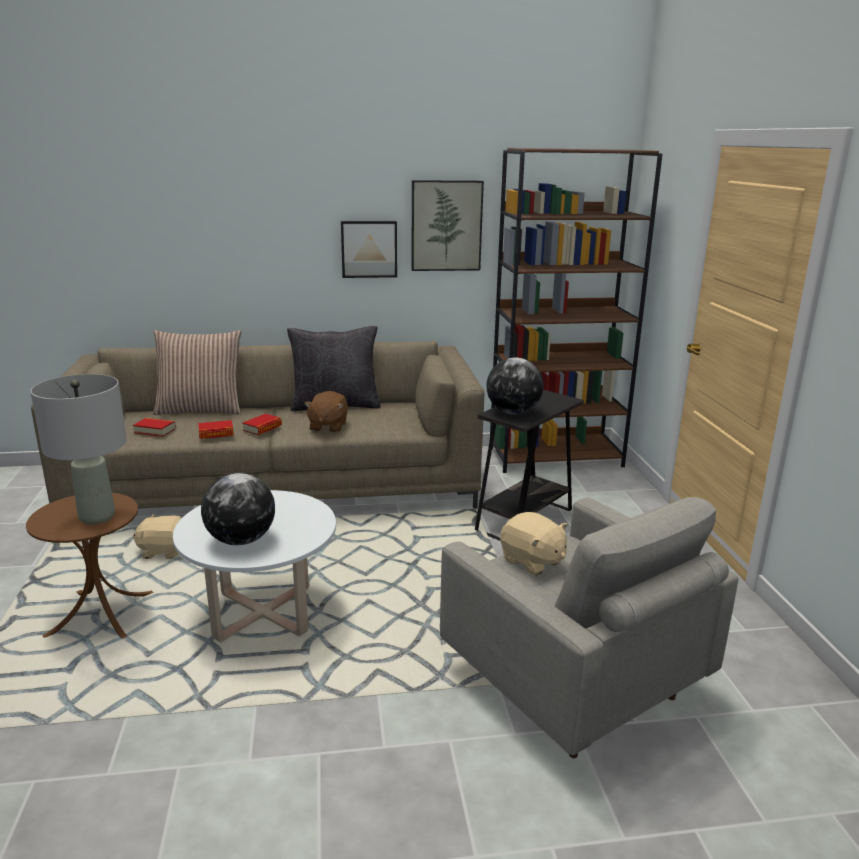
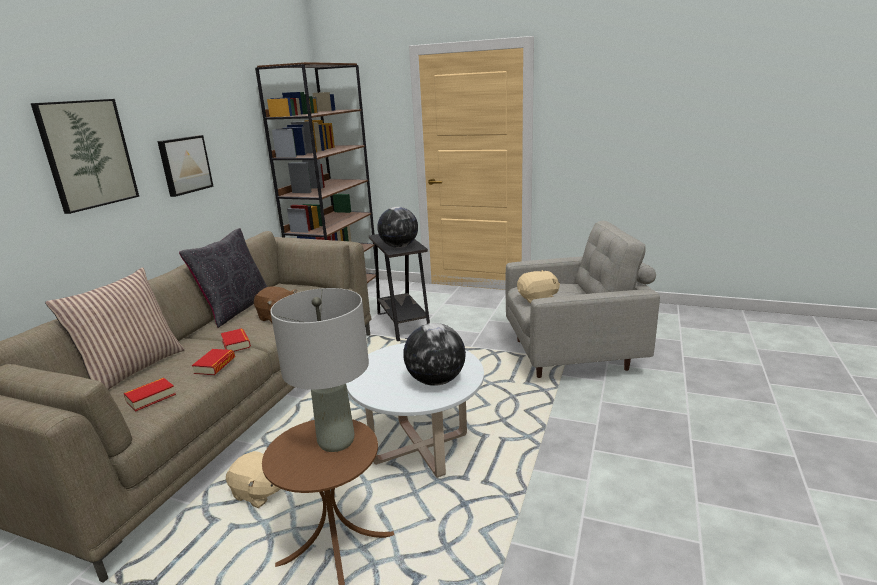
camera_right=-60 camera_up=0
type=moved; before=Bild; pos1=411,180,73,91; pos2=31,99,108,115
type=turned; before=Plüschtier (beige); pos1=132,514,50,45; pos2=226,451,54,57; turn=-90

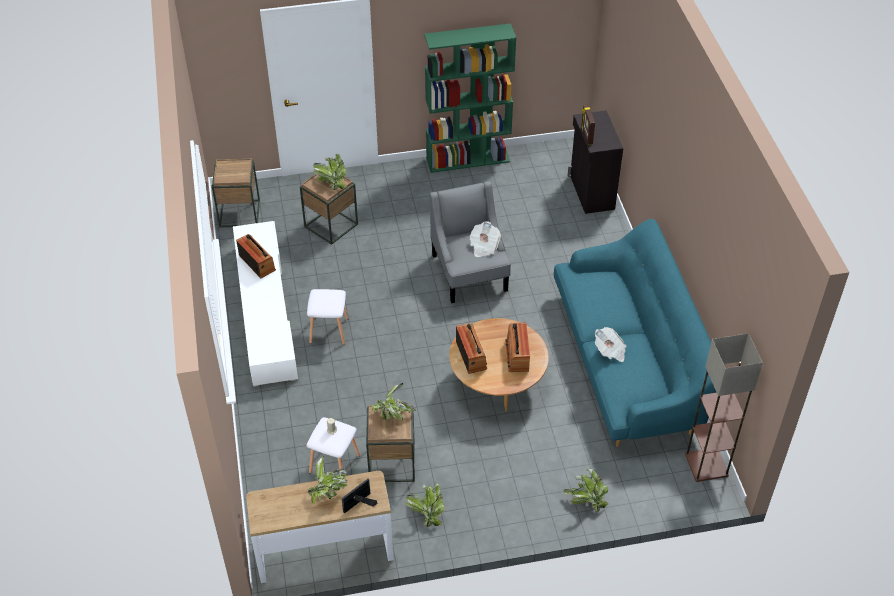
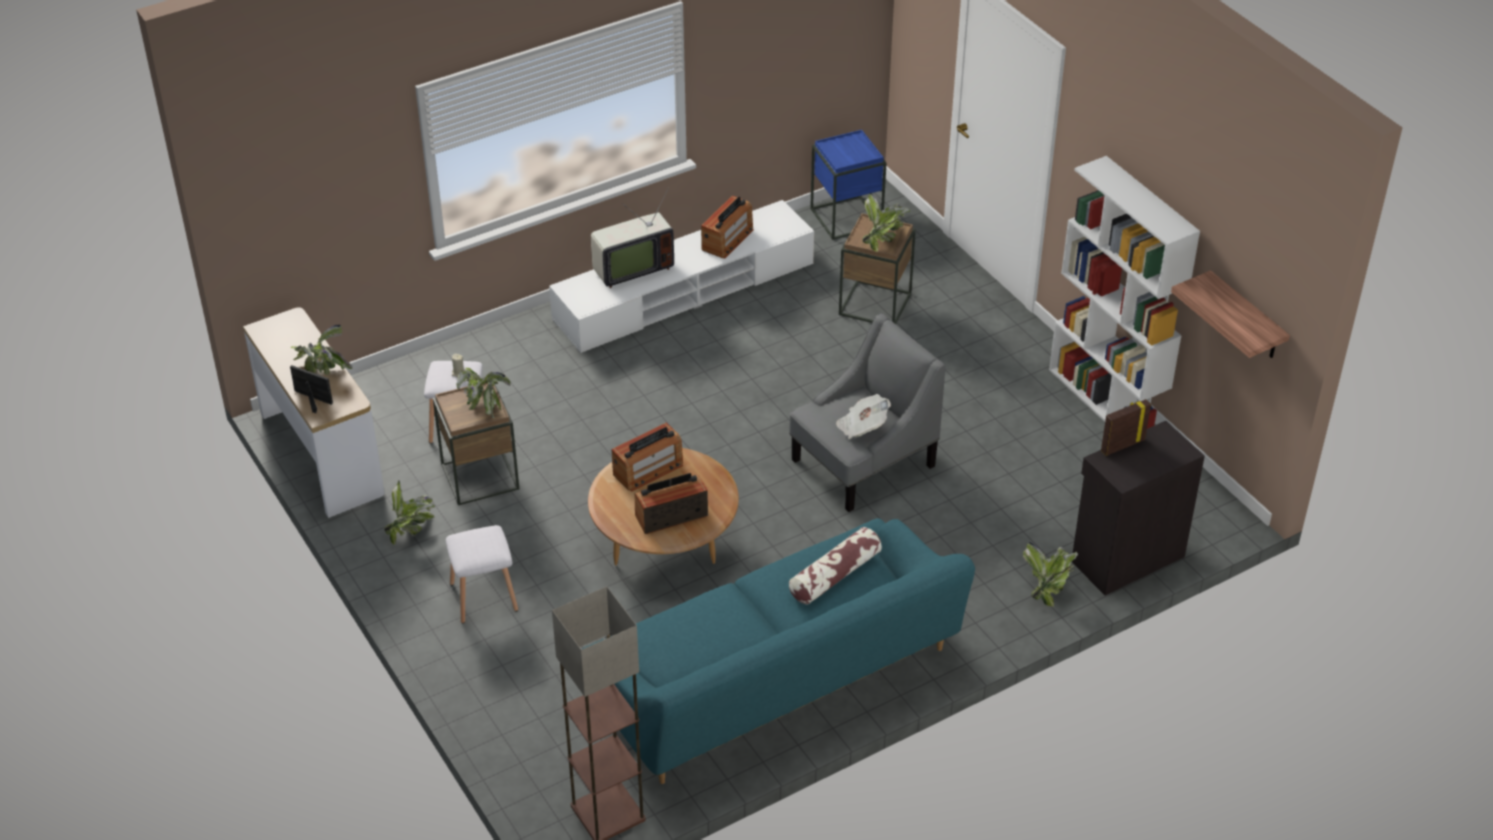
camera_right=70 camera_up=-5
type=removed; before=Zeitung; pos1=595,327,32,35
type=added; after=Fernseher; pos2=591,189,83,99
type=added; after=Kissen; pos2=789,527,93,77
type=added; after=Wandregal; pos2=1171,270,119,88
type=moved; before=Hocker (weiß); pos1=307,289,42,56; pos2=446,525,72,99
type=moved; before=Topfpflanze; pos1=563,469,45,44; pos2=1023,542,55,65
type=recoloured; before=Beistelltisch (braun); after=Beistelltisch (blau); pos1=212,158,48,69; pos2=810,130,76,110
type=recoloured; before=Bücherregal (grün); after=Bücherregal (weiß); pos1=424,23,92,150; pos2=1049,156,151,273

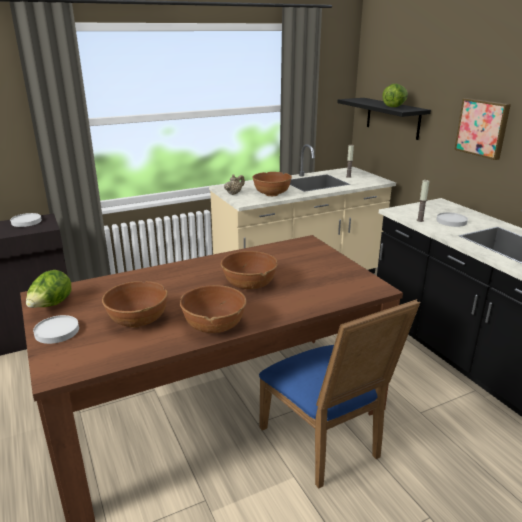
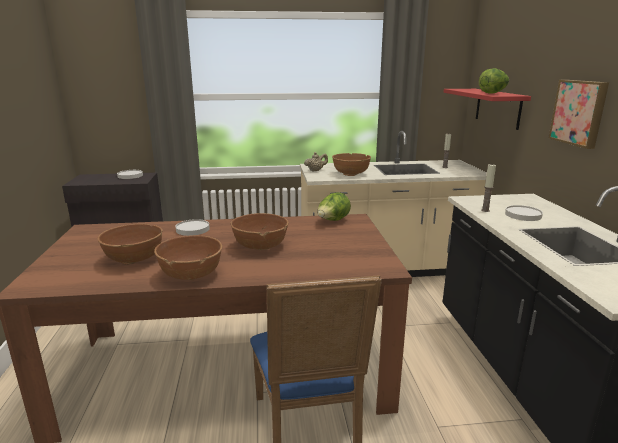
camera_right=20 camera_up=-5
type=moved; before=Salatkopf; pos1=26,270,45,38; pos2=318,192,33,29
type=moved; before=Teller (weiß); pos1=33,315,46,29; pos2=176,219,34,17
type=recoloured; before=Wandregal (schwarz); after=Wandregal (rot); pos1=337,98,94,42; pos2=443,89,88,41

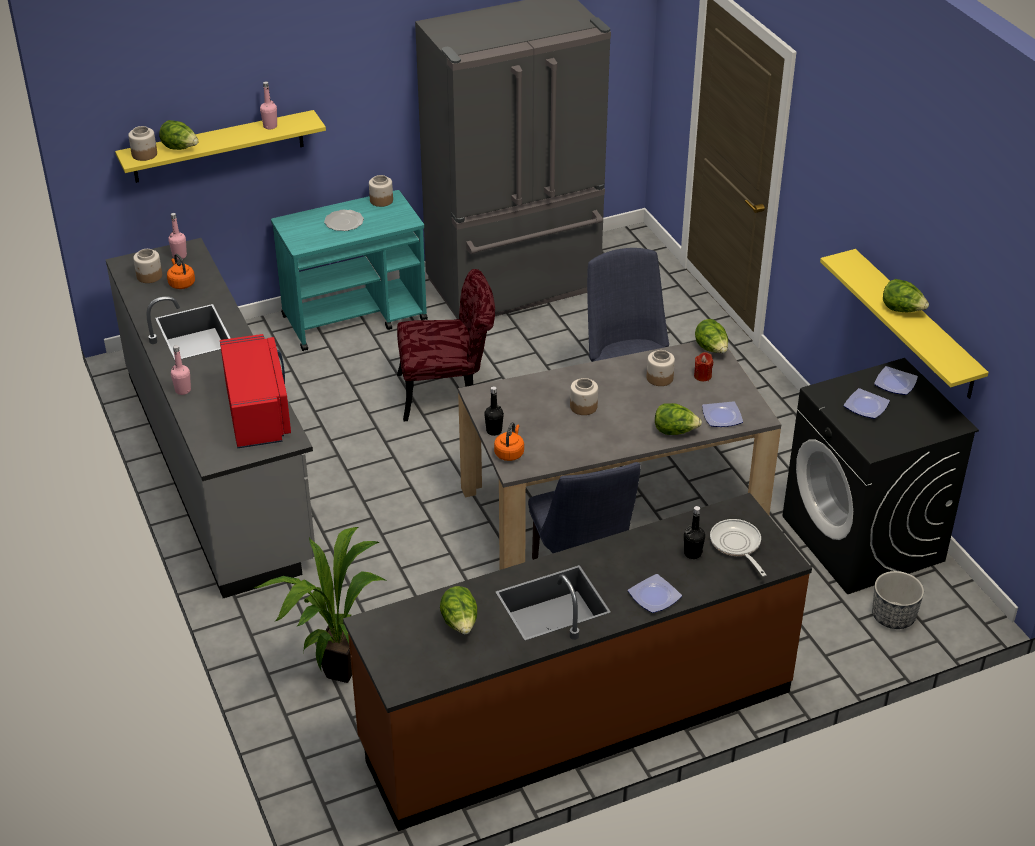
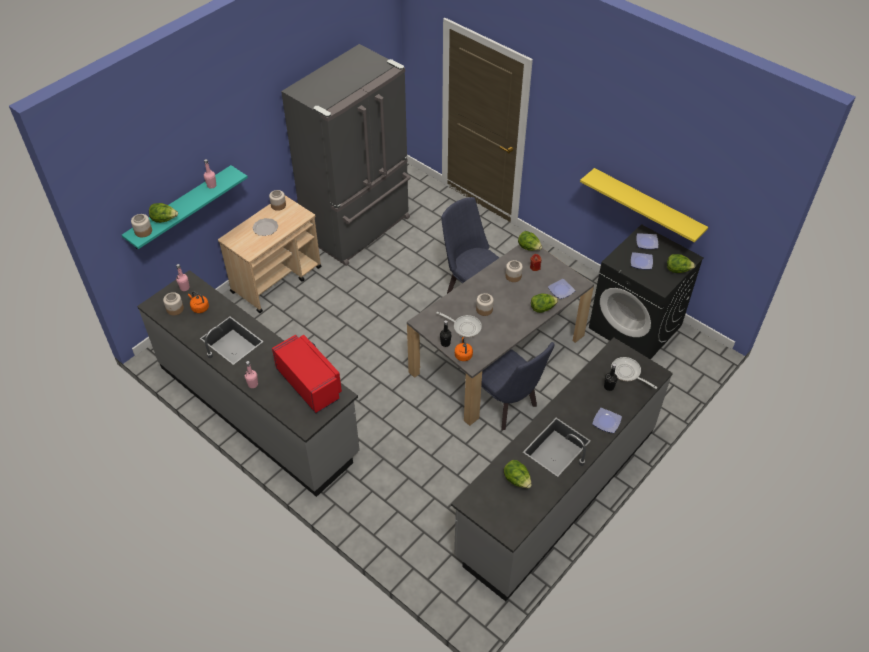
camera_right=-25 camera_up=10
type=removed; before=Topfpflanze; pos1=254,527,132,156
type=removed; before=Stuhl (rot); pos1=397,269,98,152
type=removed; before=Pflanzkübel; pos1=872,571,52,58
type=added; after=Pfanne; pos2=437,312,45,25
type=moved; before=Salatkopf; pos1=883,279,46,33; pos2=667,254,28,19
type=recoloured; before=Wandregal (gelb); after=Wandregal (türkis); pos1=115,110,211,73; pos2=122,165,126,84
type=recoloured; before=Rollwagen (türkis); after=Rollwagen (beige); pos1=271,190,157,161; pos2=218,195,104,118
type=recoloured; before=Küchenzeile (braun); after=Küchenzeile (grau); pos1=343,493,469,338; pos2=451,337,222,264

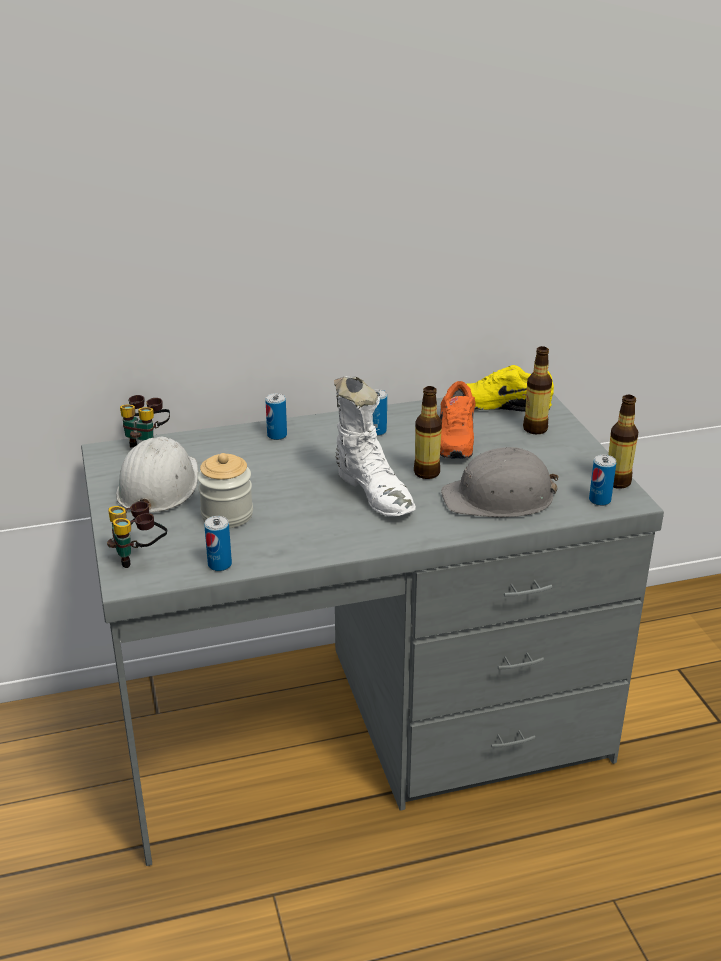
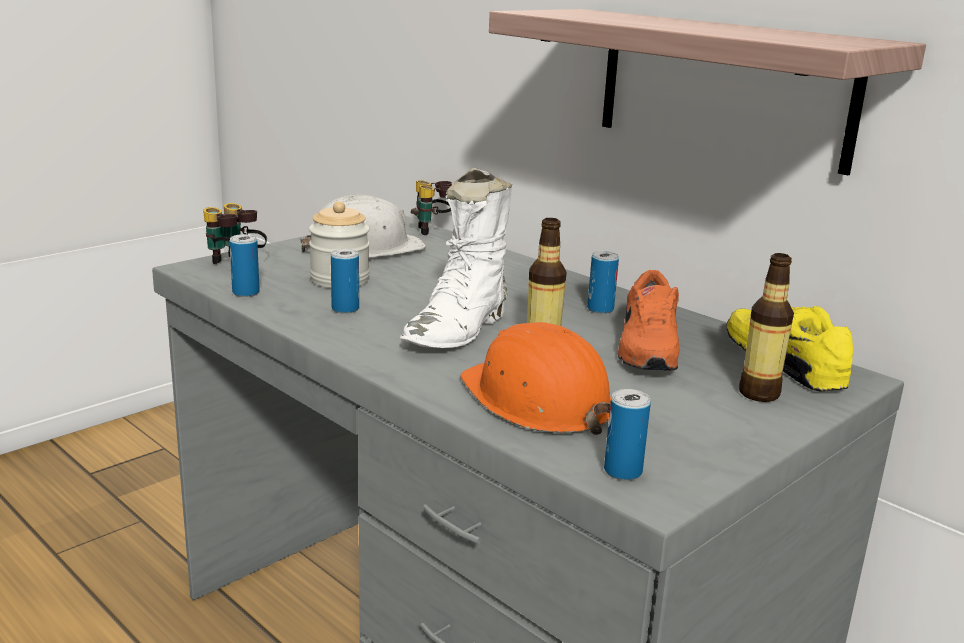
camera_right=60 camera_up=-10
type=removed; before=Flasche; pos1=608,395,31,94
type=added; after=Wandregal; pos2=489,9,437,166
type=moved; before=Dose; pos1=265,393,22,47; pos2=331,249,28,65
type=recoloured; before=Schutzhelm (grau); after=Schutzhelm (orange); pos1=441,447,117,71; pos2=460,322,151,113
type=turned; before=Schuh (orange); pos1=440,381,36,77; pos2=618,270,61,100; turn=-60

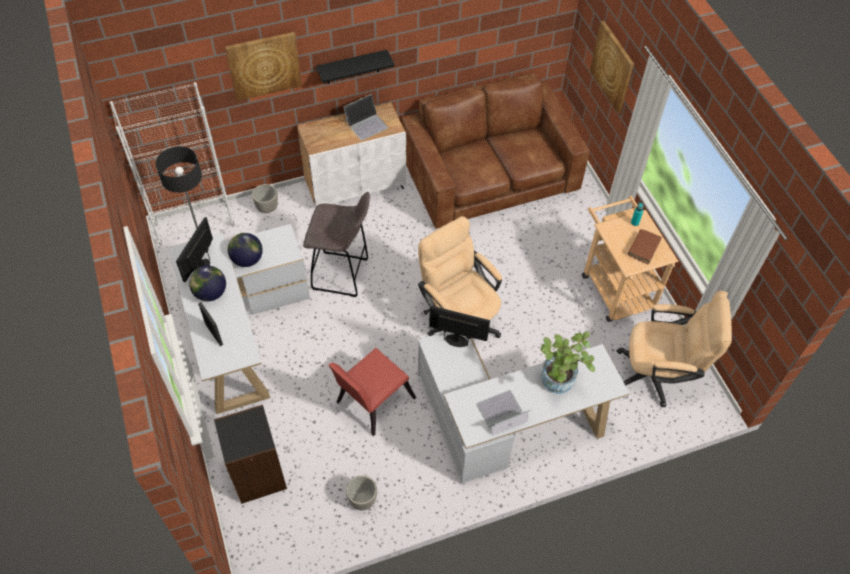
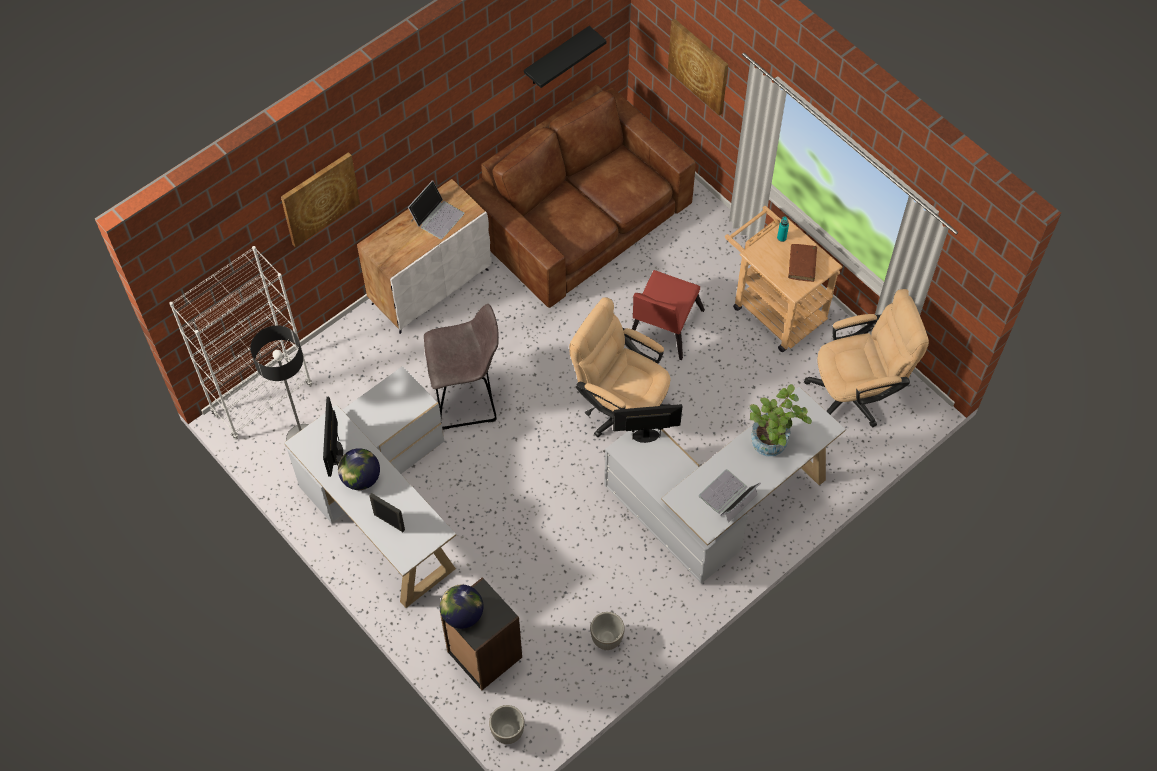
camera_right=-20 camera_up=5
type=moved; before=Globus; pos1=228,233,35,34; pos2=440,584,43,45
type=moved; before=Pflanzkübel; pos1=252,184,26,29; pos2=489,705,35,39
type=moved; before=Wandregal (schwarz); pos1=316,50,78,34; pos2=524,26,82,62
type=moved; before=Stuhl (rot); pos1=328,348,88,88; pos2=629,270,76,90

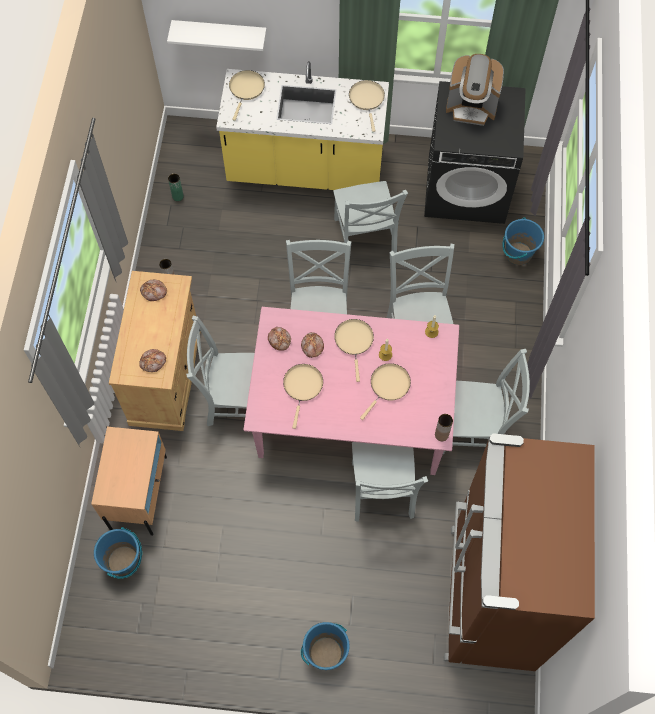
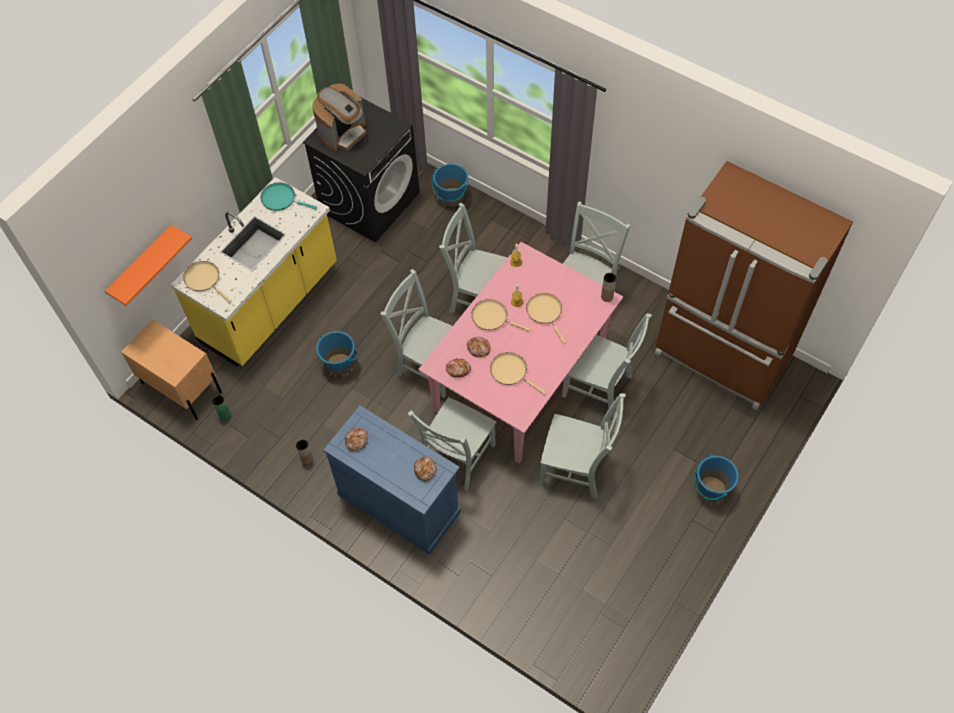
camera_right=-60 camera_up=-5
type=moved; before=Nachttisch (beige); pos1=91,427,76,109; pos2=121,319,101,101
type=moved; before=Eimer (blau); pos1=94,527,48,52; pos2=316,331,42,45
type=moved; before=Stuhl (grau); pos1=333,181,75,73; pos2=539,393,86,106
type=recoloured; before=Schrank (beige); after=Schrank (blau); pos1=109,271,88,160; pos2=323,405,138,150
type=recoloured; before=Wandregal (weiß); after=Wandregal (orange); pos1=167,20,100,31; pos2=105,225,87,81
type=recoloured; before=Pfanne (beige); after=Pfanne (türkis); pos1=349,80,36,52; pos2=261,182,56,29

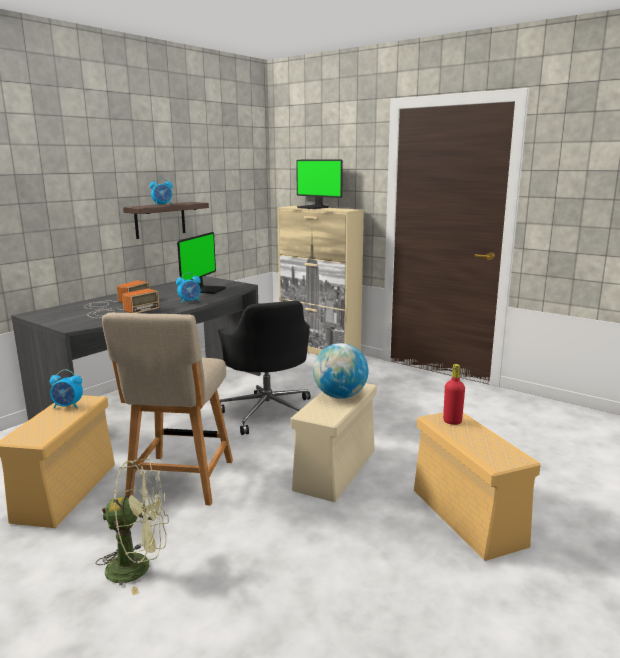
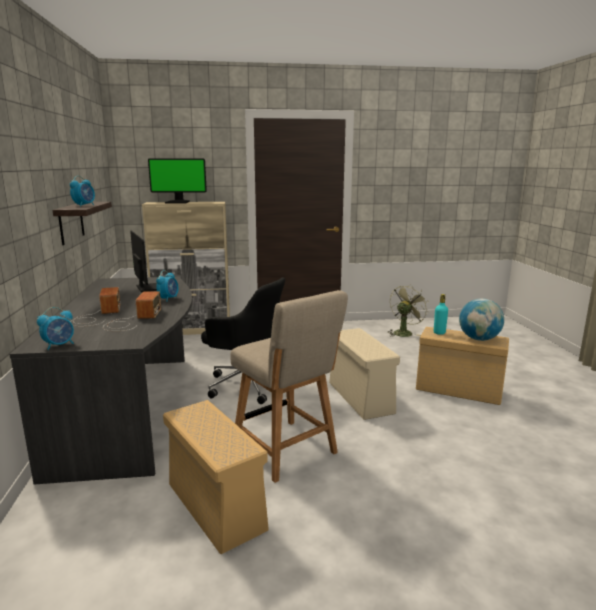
camera_right=-45 camera_up=0
type=moved; before=Wecker; pos1=50,370,33,39; pos2=37,307,37,43
type=moved; before=Ventilator (grün); pos1=95,459,74,136; pos2=387,284,42,53
type=moved; before=Globus; pos1=313,343,55,56; pos2=459,298,45,43
type=recoloured; before=Flasche (rot); after=Flasche (türkis); pos1=443,364,22,61; pos2=434,294,14,41

